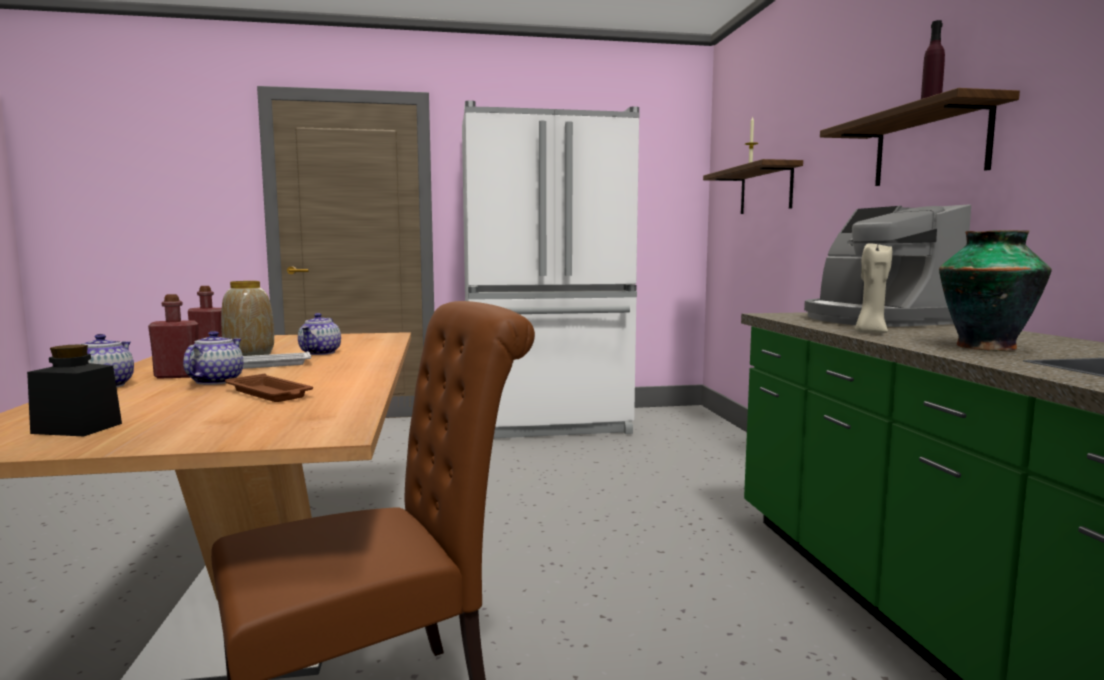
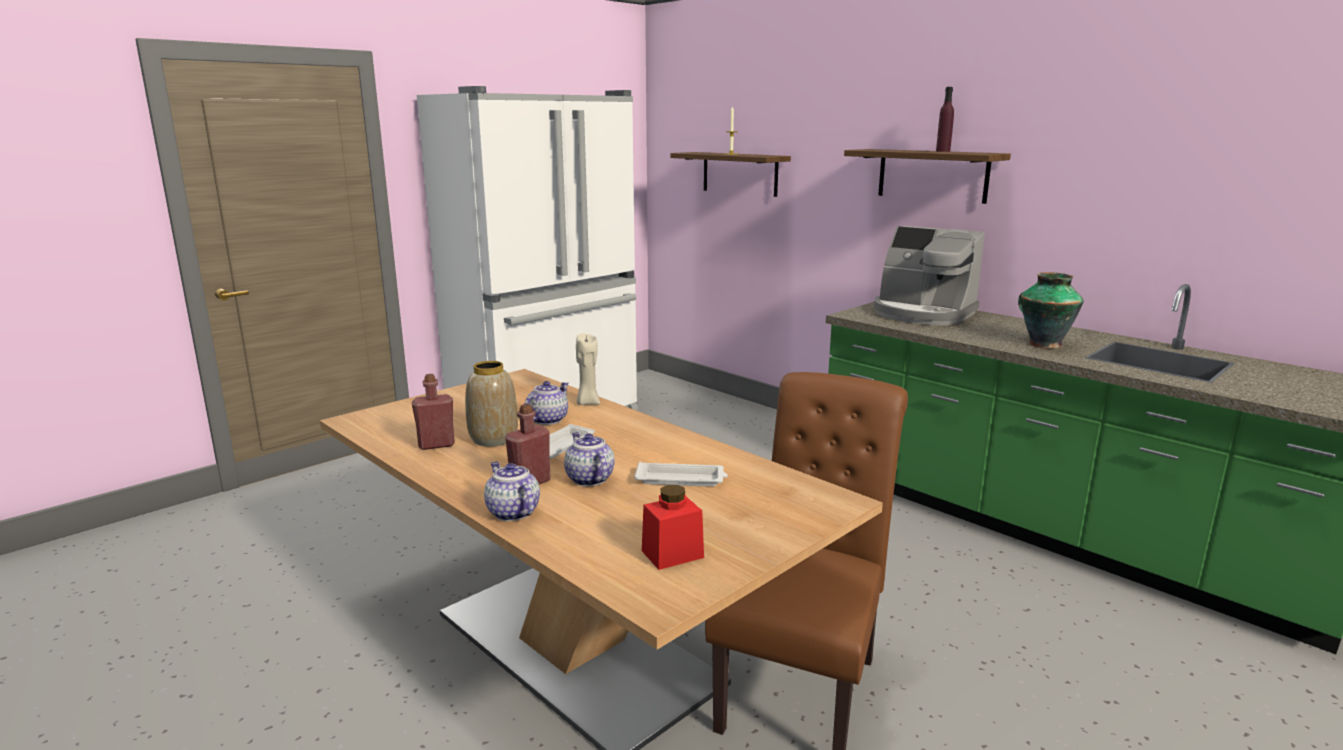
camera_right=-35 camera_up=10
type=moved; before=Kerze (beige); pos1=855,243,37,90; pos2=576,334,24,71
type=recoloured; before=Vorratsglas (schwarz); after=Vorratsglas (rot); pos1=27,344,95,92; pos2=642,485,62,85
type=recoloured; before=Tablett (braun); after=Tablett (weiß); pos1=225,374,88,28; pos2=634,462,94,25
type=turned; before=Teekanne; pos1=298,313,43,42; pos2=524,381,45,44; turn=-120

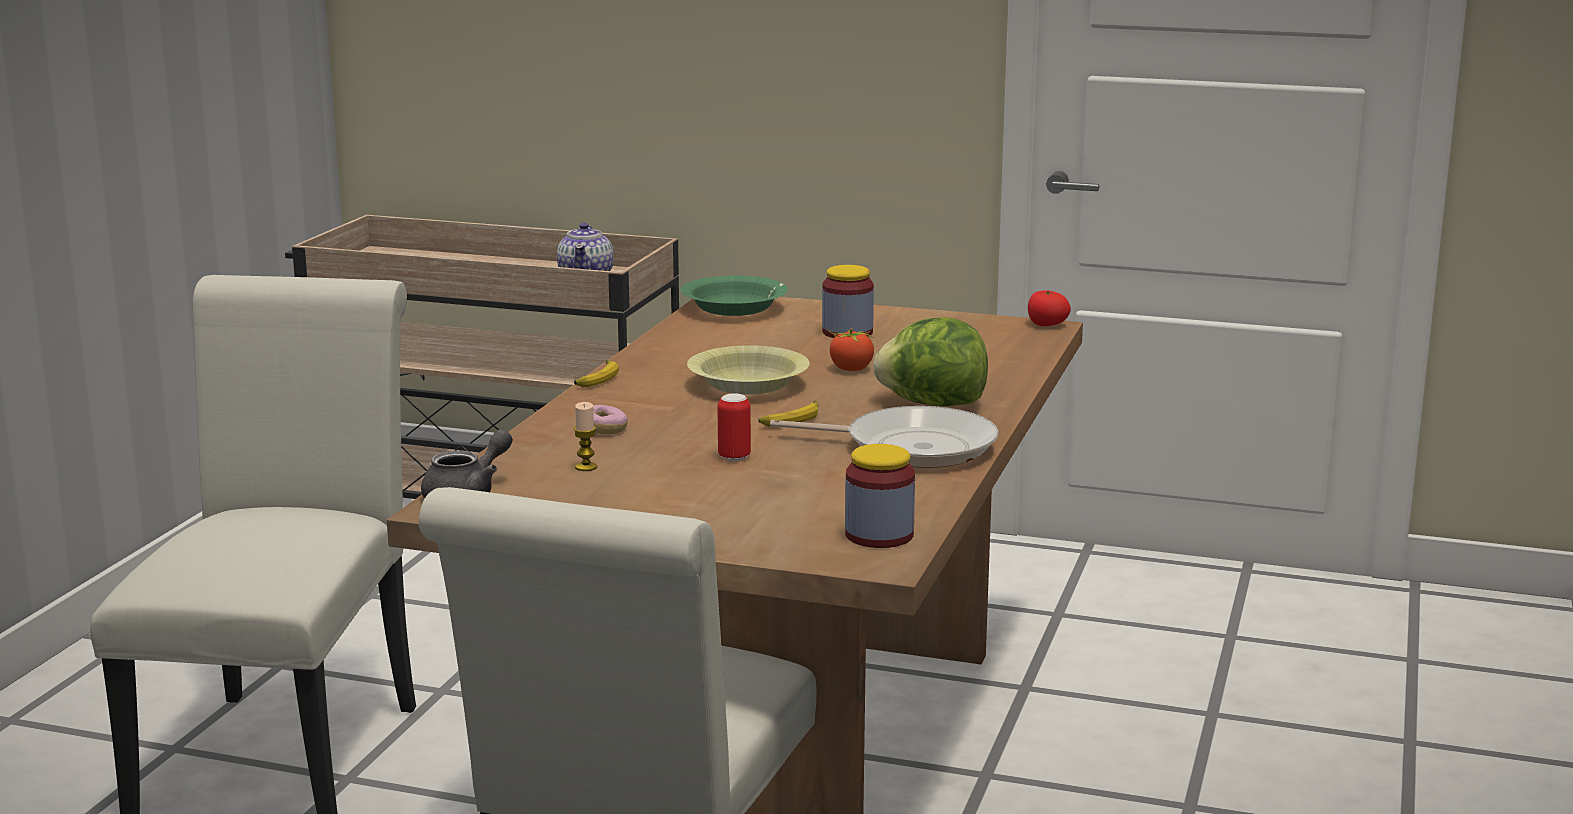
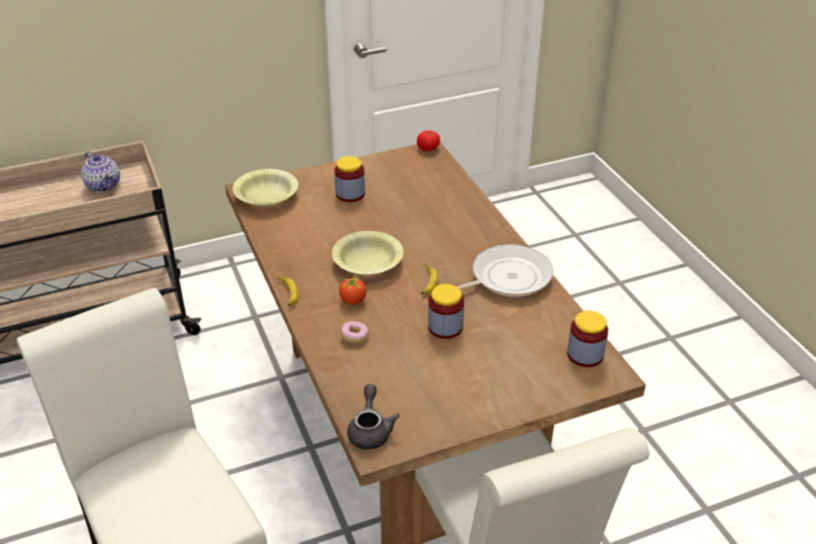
camera_right=-40 camera_up=20
type=removed; before=Kerze; pos1=574,402,23,69
type=removed; before=Salatkopf; pos1=874,317,114,89
type=moved; before=Tomate; pos1=827,329,48,42; pos2=339,274,27,31
type=replaced; before=Dose; after=Vorratsglas; pos1=717,393,34,68; pos2=428,284,36,55
type=recoloured; before=Schüssel (grün); after=Schüssel (gelb); pos1=680,276,108,40; pos2=233,169,65,38

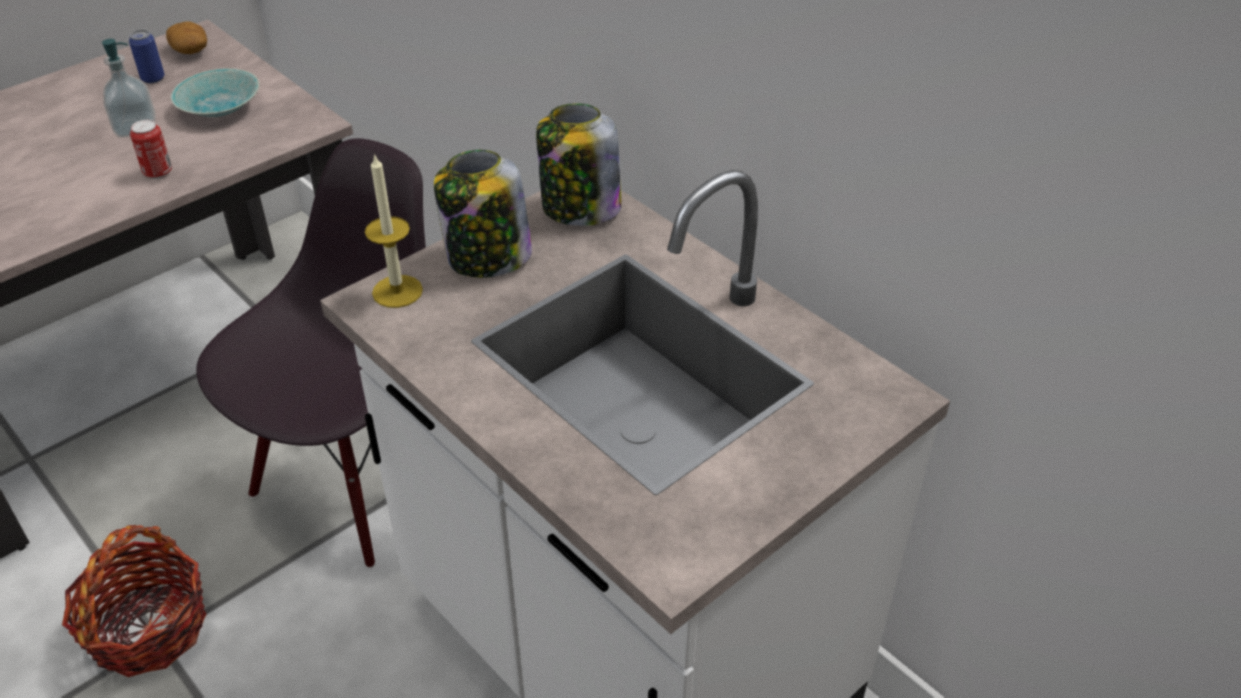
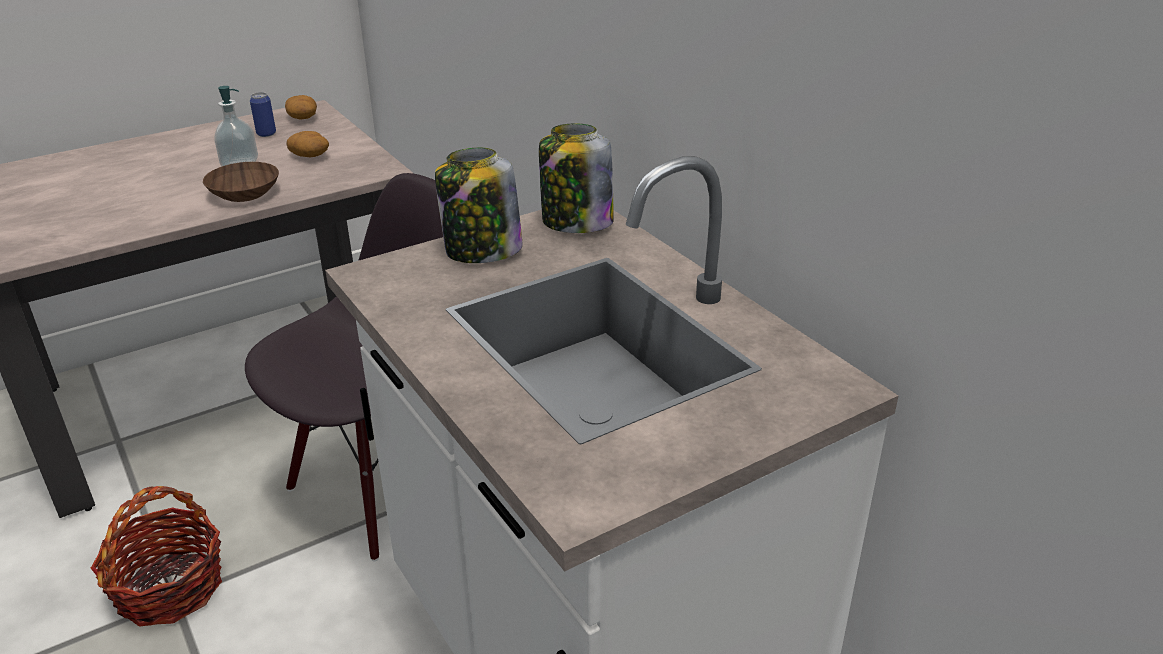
camera_right=10 camera_up=-10
type=removed; before=Kerze; pos1=365,153,58,155
type=replaced; before=Dose; after=Schüssel (braun); pos1=130,120,42,59; pos2=203,162,76,40
type=replaced; before=Schüssel (türkis); after=Kartoffel; pos1=171,68,89,49; pos2=286,131,43,26

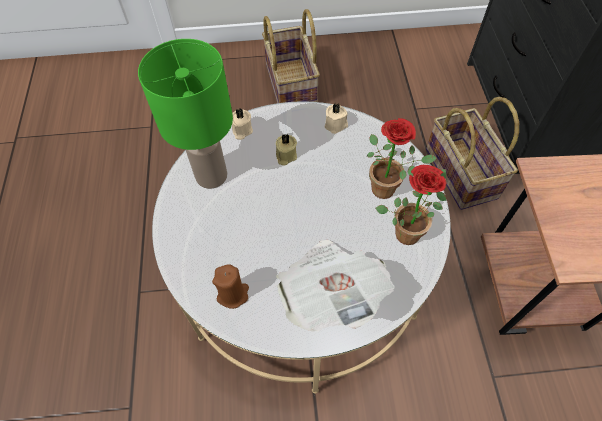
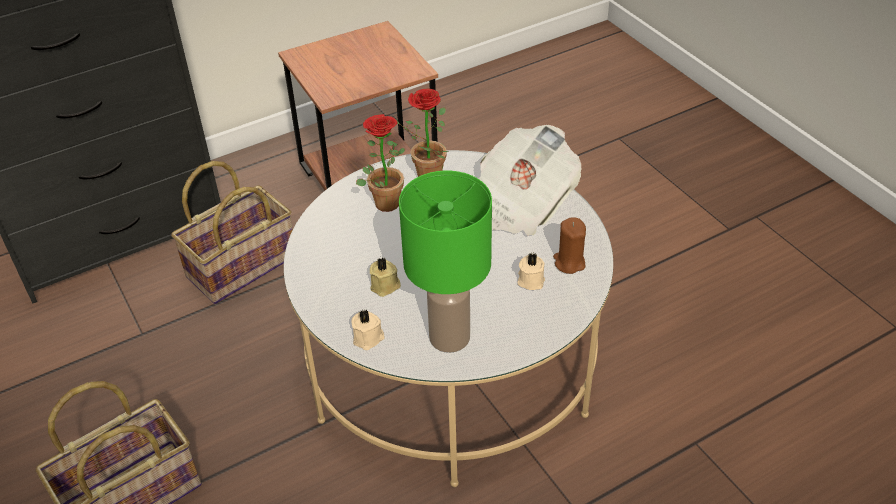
camera_right=-115 camera_up=-15
type=moved; before=Kerze (beige); pos1=325,104,23,30; pos2=517,253,28,37

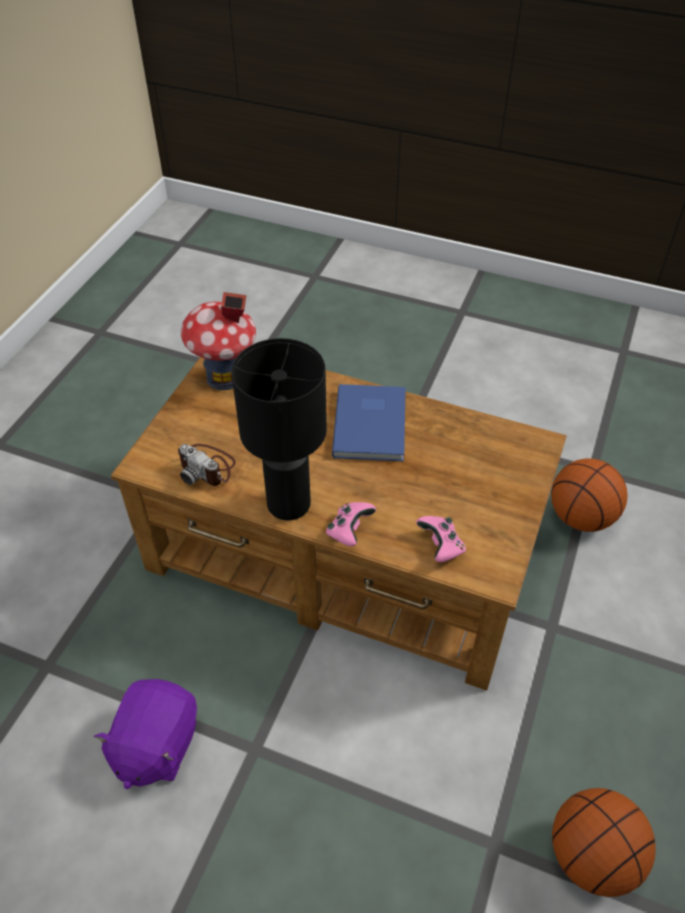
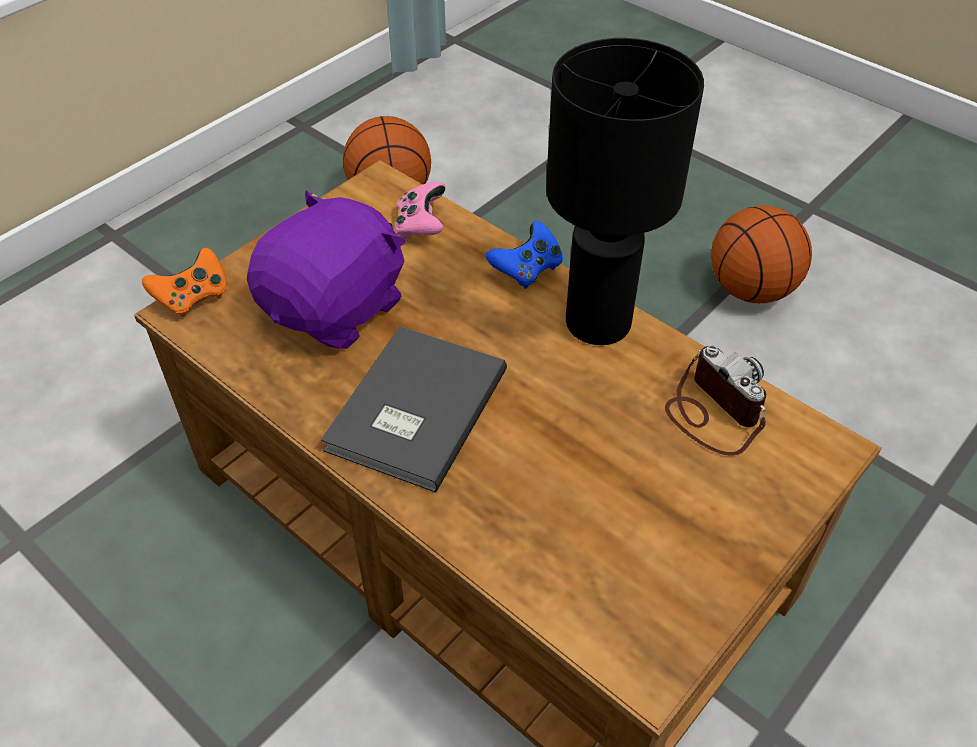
camera_right=-160 camera_up=0
type=removed; before=Spielzeughaus; pos1=180,292,76,98
type=added; after=Gamepad (orange); pos2=142,248,85,69
type=moved; before=Plüschtier (lila); pos1=94,679,103,110; pos2=247,190,159,159
type=moved; before=Basketball; pos1=551,458,77,74; pos2=711,206,101,97
type=recoloured; before=Gamepad (rosa); after=Gamepad (blau); pos1=326,502,50,44; pos2=486,221,77,68
type=recoloured; before=Buch (blau); after=Buch (grau); pos1=332,384,74,77; pos2=321,326,186,167

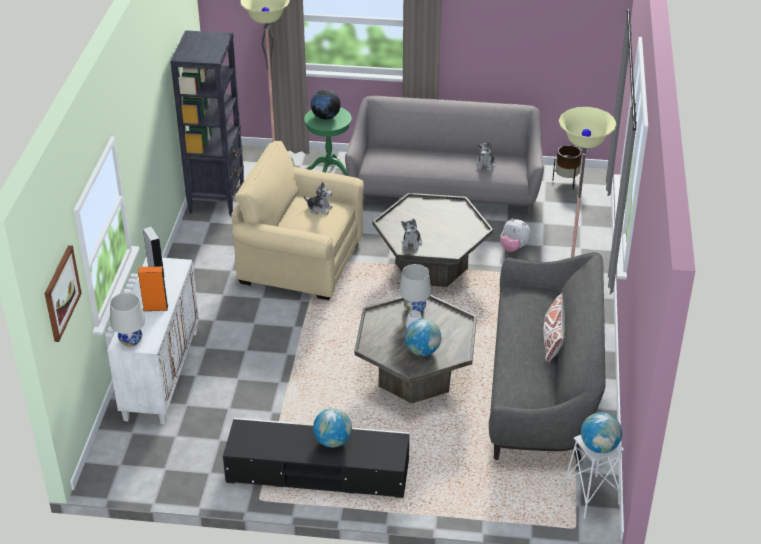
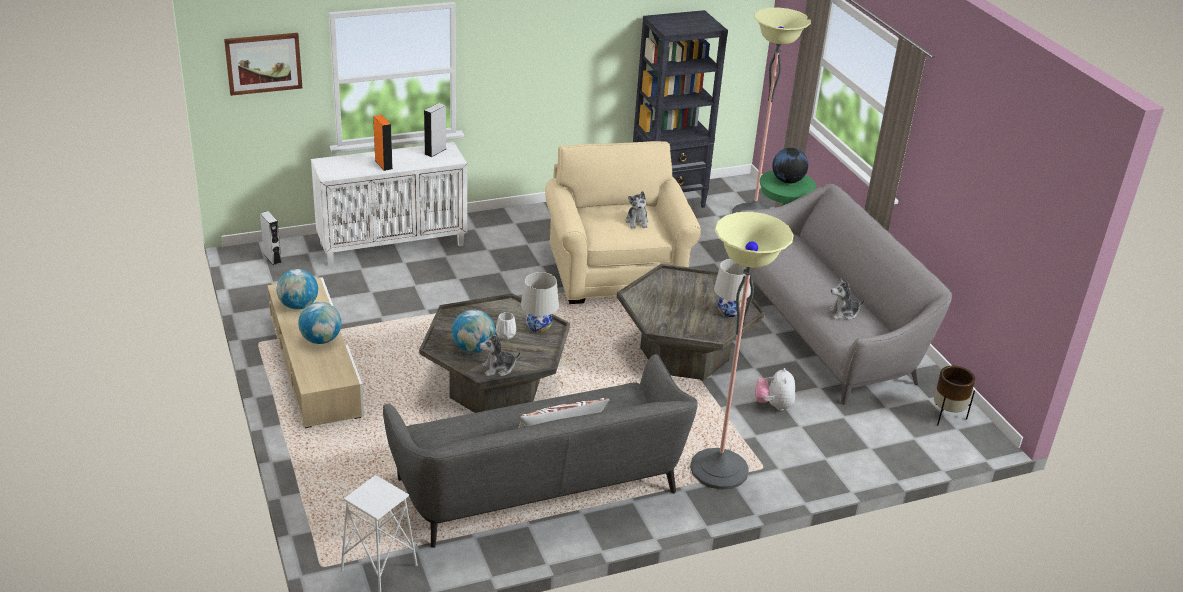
camera_right=60 camera_up=-5
type=added; after=Lautsprecher (grau); pos2=260,211,22,54
type=moved; before=Tischlampe (weiß); pos1=110,293,35,54; pos2=714,259,37,58
type=moved; before=Plüschtier; pos1=401,219,21,31; pos2=480,331,41,45
type=moved; before=Globus; pos1=581,412,41,41; pos2=277,269,41,41
type=recoloured; before=Fernsehschrank (schwarz); after=Fernsehschrank (beige); pos1=223,418,186,80; pos2=268,277,96,151

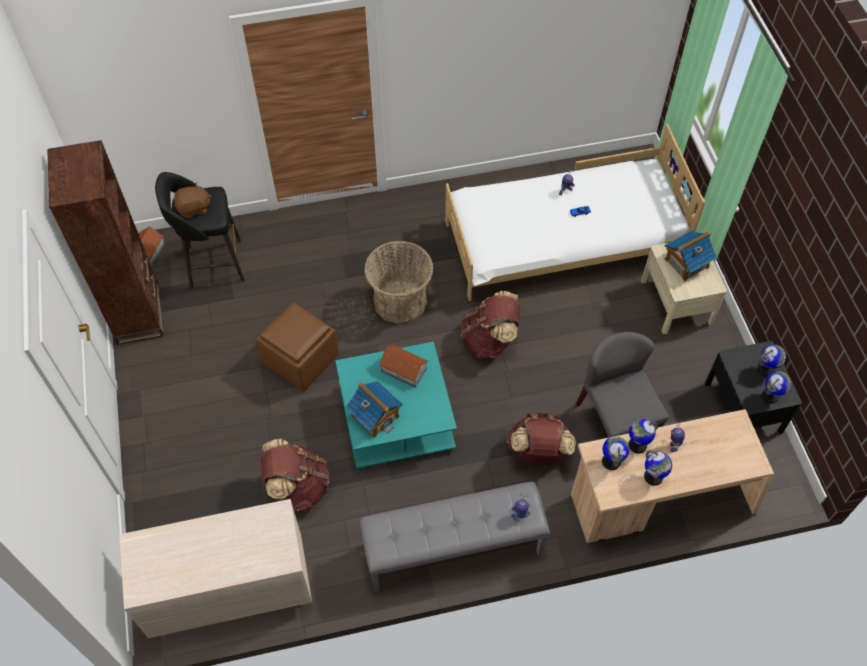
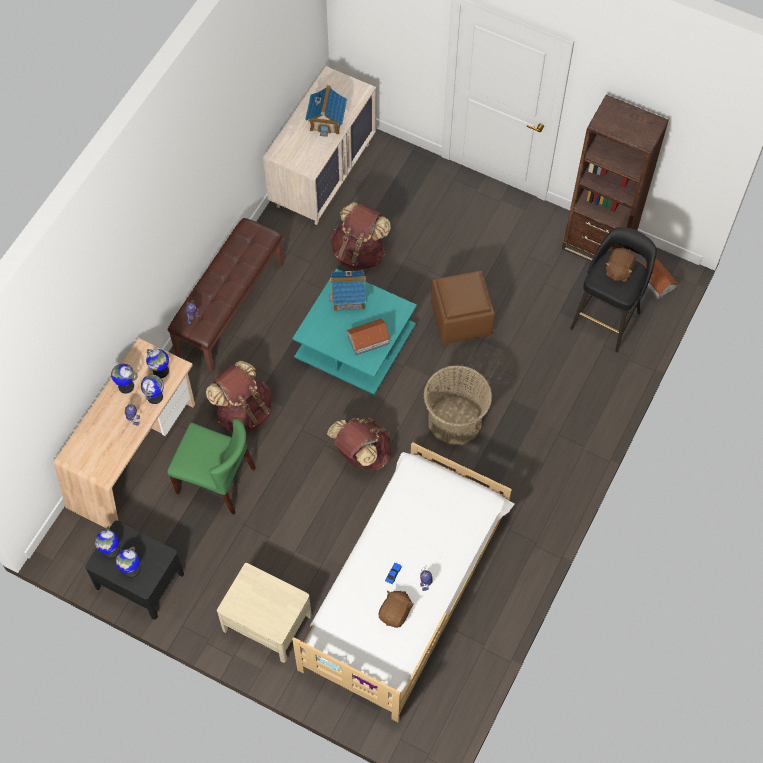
camera_right=130 camera_up=5
type=added; after=Plüschtier (braun); pos2=379,590,35,38
type=moved; before=Spielzeughaus; pos1=664,231,53,50; pos2=305,85,42,52
type=recoloured; before=Bank (grau); after=Bank (braun); pos1=359,482,191,110; pos2=167,218,117,154
type=recoloured; before=Stuhl (grau); after=Stuhl (grün); pos1=576,332,93,106; pos2=167,419,89,96

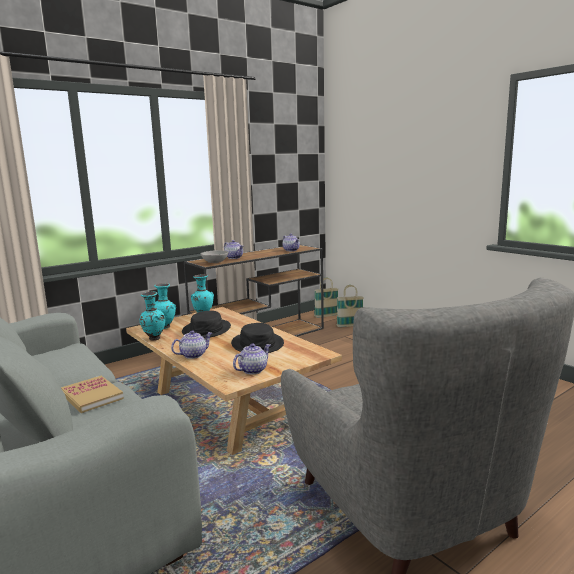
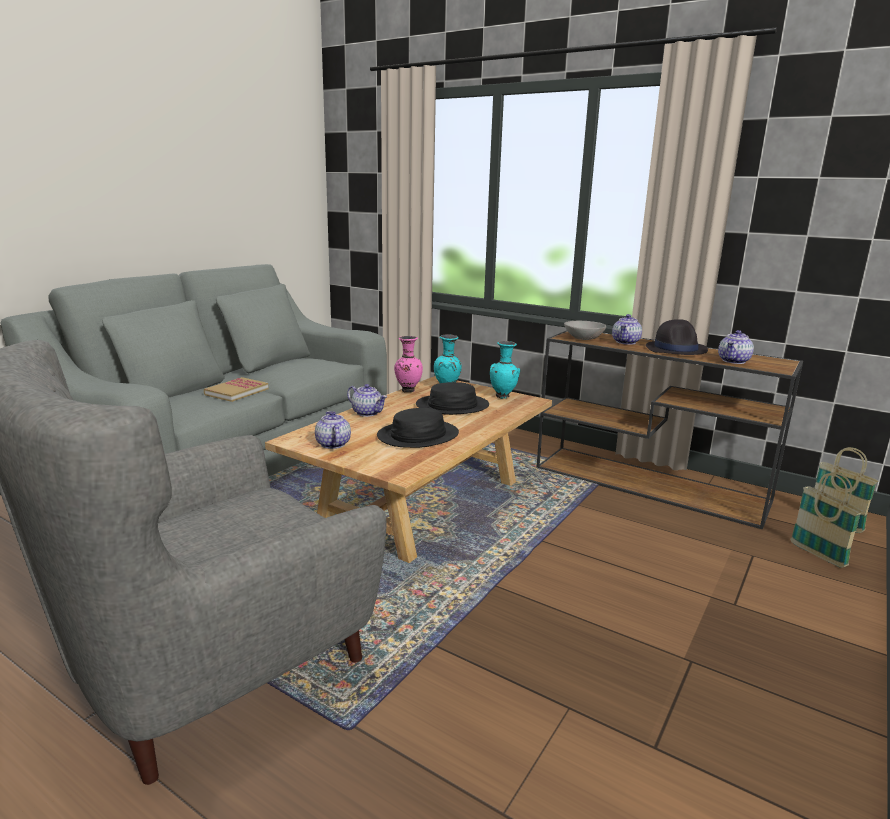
camera_right=70 camera_up=5
type=added; after=Hut (schwarz); pos2=646,319,62,36
type=recoloured; before=Vase (türkis); after=Vase (rosa); pos1=140,292,25,49; pos2=394,336,29,56
type=turned; before=Teekanne; pos1=233,343,38,31; pos2=315,411,36,38; turn=-135

